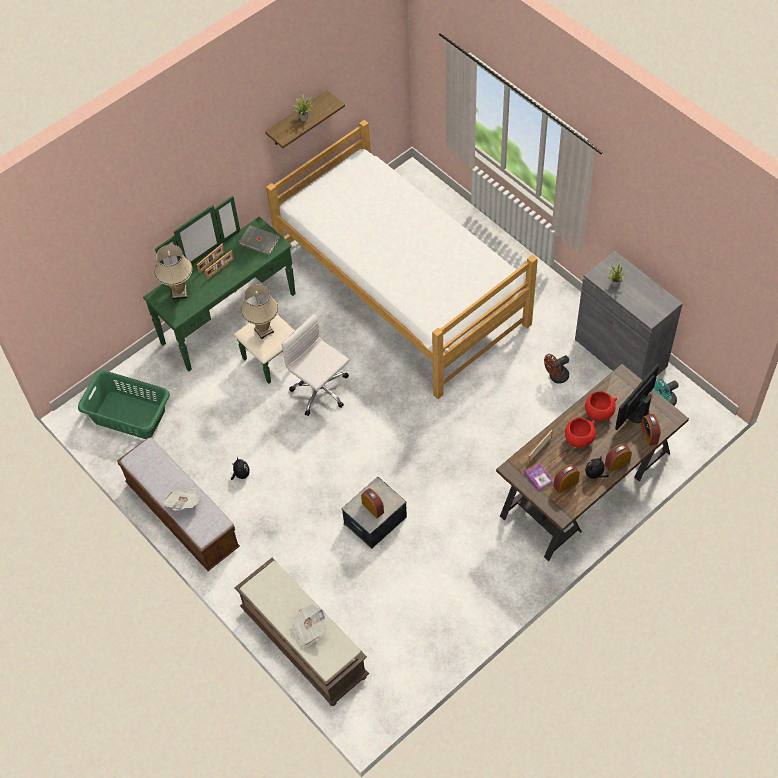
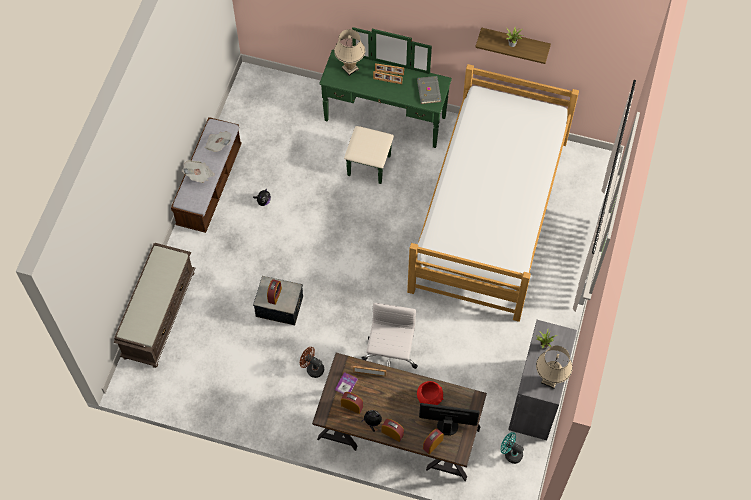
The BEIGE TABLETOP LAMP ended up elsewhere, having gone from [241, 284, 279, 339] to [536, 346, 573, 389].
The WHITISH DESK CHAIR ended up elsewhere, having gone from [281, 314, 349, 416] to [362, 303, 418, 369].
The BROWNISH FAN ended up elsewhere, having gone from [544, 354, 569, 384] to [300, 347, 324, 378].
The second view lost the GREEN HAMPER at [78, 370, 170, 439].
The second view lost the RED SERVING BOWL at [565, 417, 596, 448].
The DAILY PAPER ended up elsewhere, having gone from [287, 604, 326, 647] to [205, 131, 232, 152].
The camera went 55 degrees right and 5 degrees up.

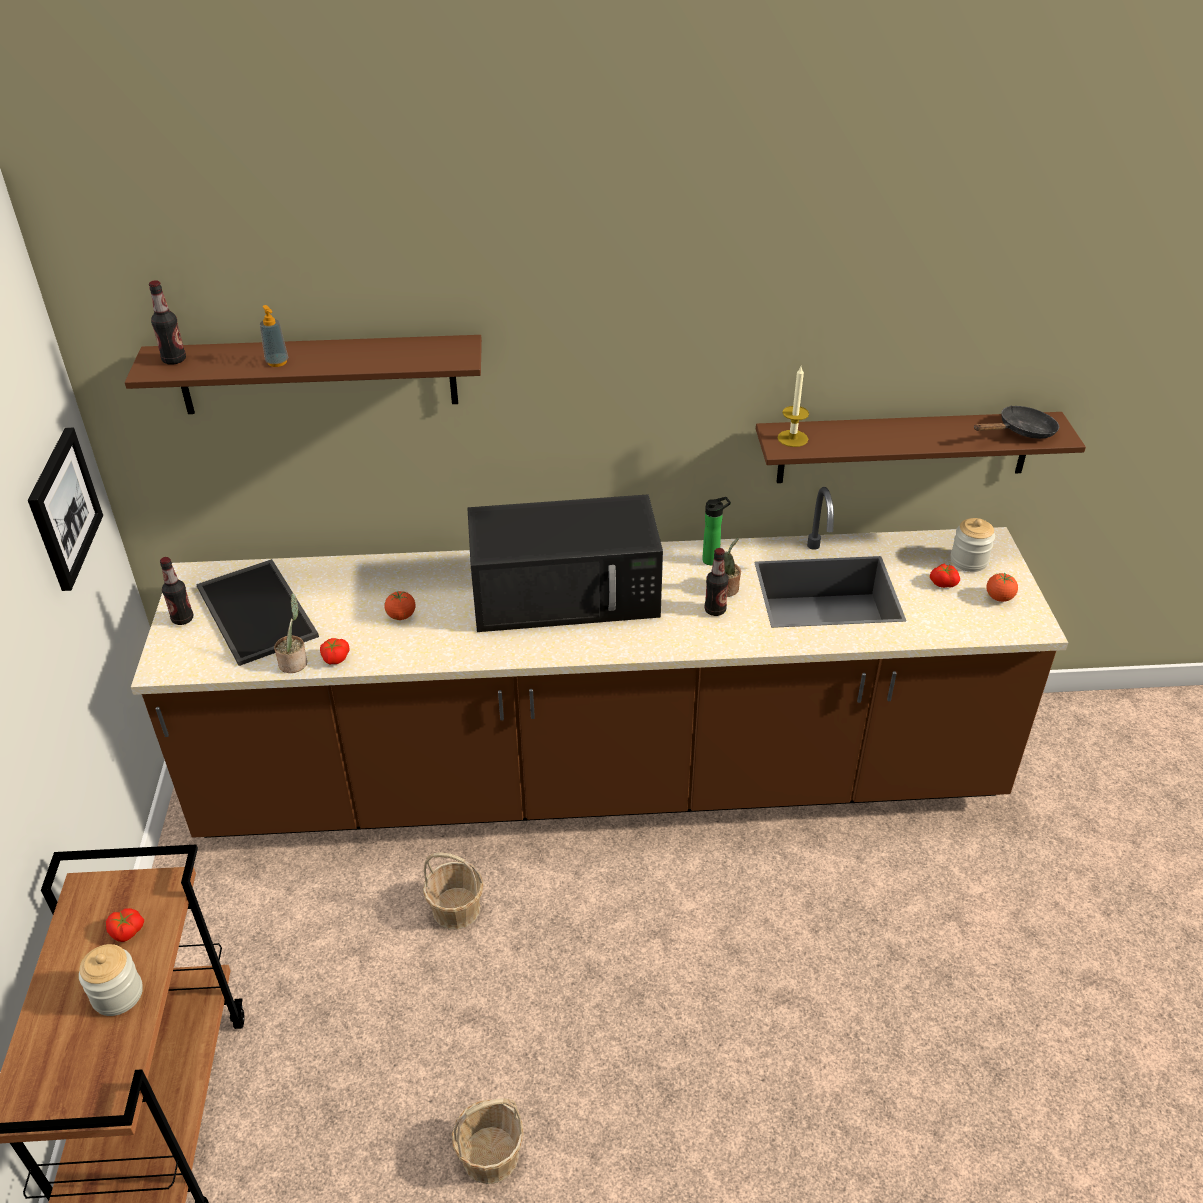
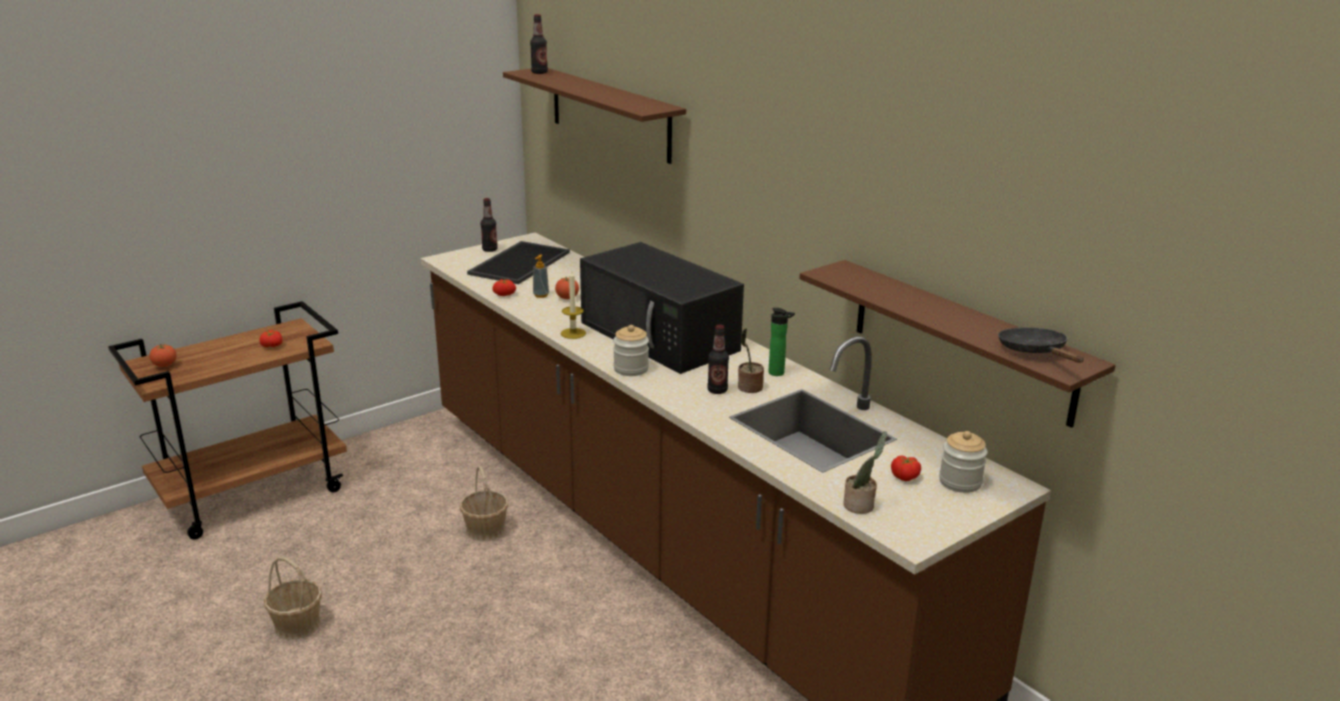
The LIQUID SOAP BOTTLE ended up elsewhere, having gone from [260, 305, 288, 367] to [533, 254, 549, 298].
The WAX LIGHT ended up elsewhere, having gone from [777, 367, 809, 447] to [561, 269, 586, 339].
The BLACK PAN at [974, 406, 1059, 439] ended up facing another way, 135 degrees counterclockwise from before.
The second view lost the WALL ART at [28, 428, 103, 591].
The TOMATO ended up elsewhere, having gone from [986, 573, 1018, 602] to [149, 344, 177, 367].
The PLANT IN A POT ended up elsewhere, having gone from [274, 593, 307, 673] to [843, 431, 887, 514].
The JAR ended up elsewhere, having gone from [79, 944, 143, 1016] to [613, 325, 649, 376].
The camera went 55 degrees right and 15 degrees down.

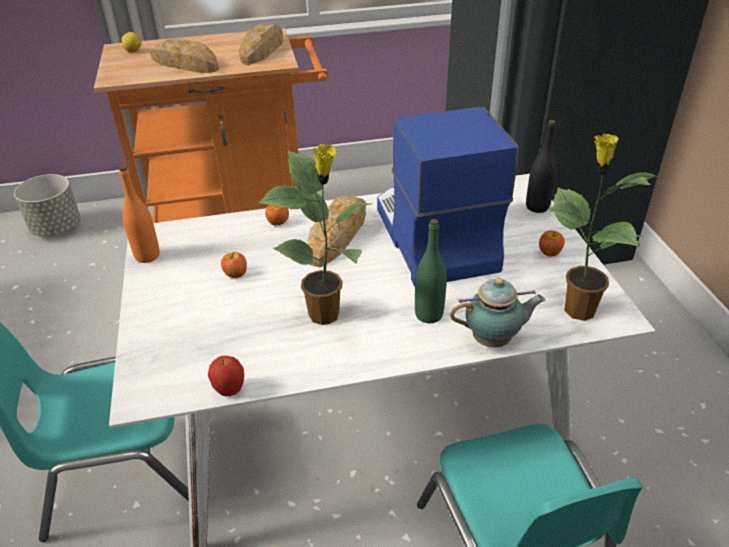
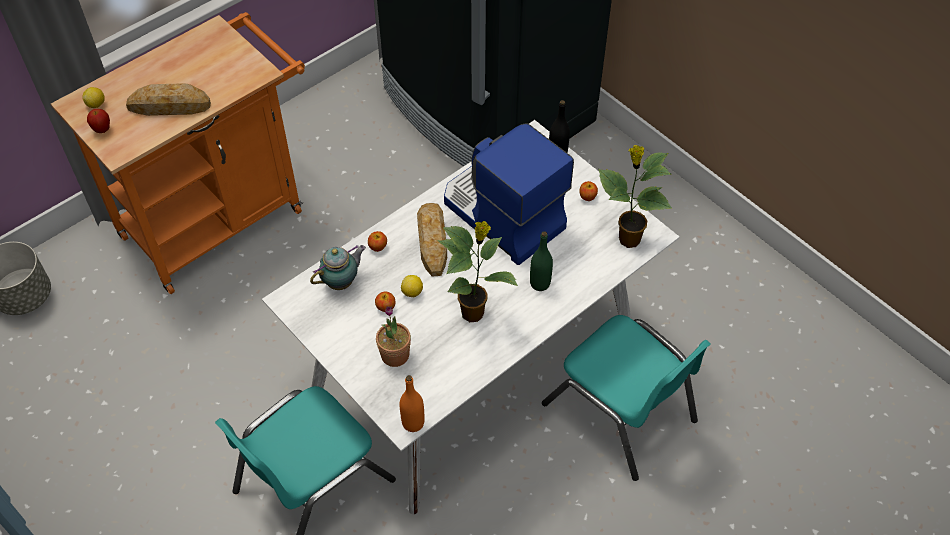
The second view lost the BREAD at [239, 23, 283, 65].
The ORANGE BEVERAGE BOTTLE ended up elsewhere, having gone from [119, 166, 160, 263] to [400, 375, 425, 432].
The TEA POT ended up elsewhere, having gone from [450, 278, 545, 347] to [310, 245, 366, 290].
The WHOLE APPLE ended up elsewhere, having gone from [208, 356, 244, 396] to [87, 109, 110, 133].
The second view gained the LEMON at [401, 275, 423, 297].
The second view gained the PLANT IN A POT at [376, 306, 411, 367].
The camera went 30 degrees left and 15 degrees up.

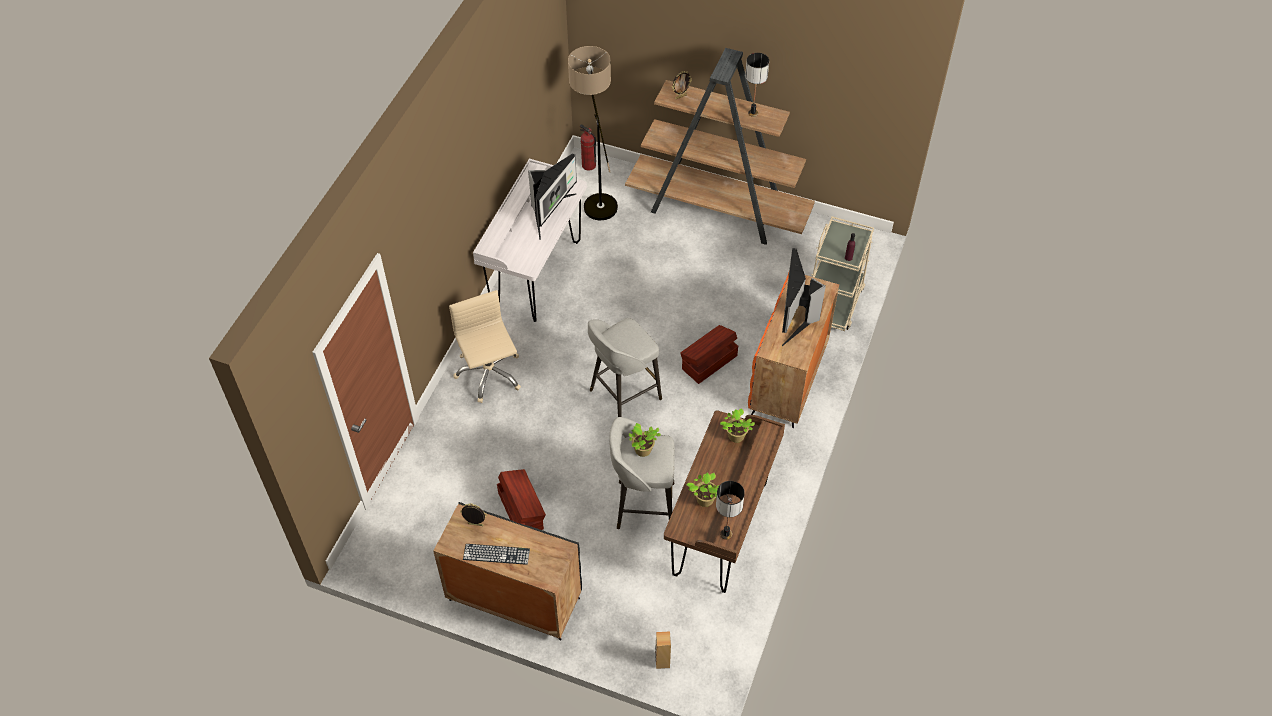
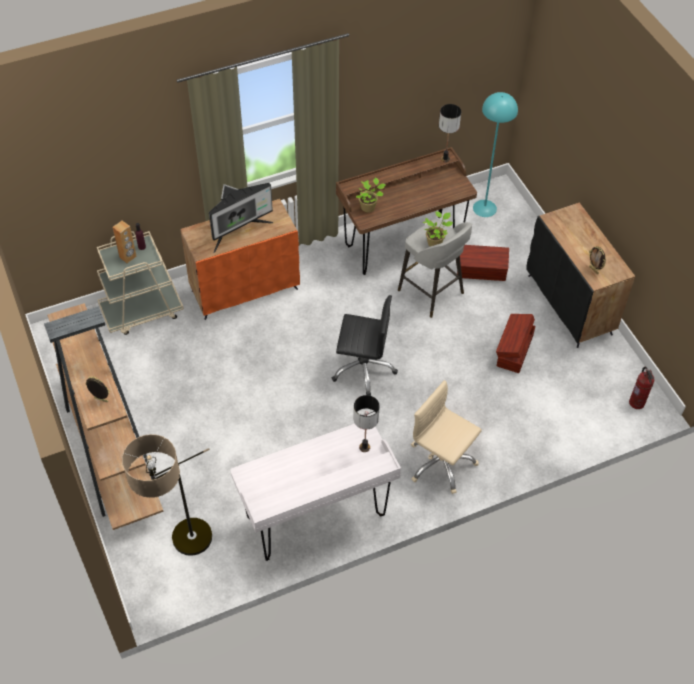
The TABLETOP LAMP ended up elsewhere, having gone from [745, 53, 769, 117] to [353, 395, 380, 452].
The FIRE-FIGHTING CYLINDER ended up elsewhere, having gone from [580, 124, 596, 171] to [629, 367, 654, 409].
The second view lost the COMPUTER DISPLAY at [528, 154, 577, 240].
The BEIGE DESK CHAIR at [449, 290, 521, 403] ended up facing another way, 105 degrees clockwise from before.
Where the GRAY STOOL stood at [588, 318, 662, 417], the BLACK DESK CHAIR came to stand at [331, 295, 398, 396].
The BROWNISH STORAGE BOX ended up elsewhere, having gone from [680, 325, 738, 384] to [457, 245, 509, 281].
The second view lost the PLANT IN A POT at [687, 473, 720, 507].
The second view lost the KEYBOARD at [463, 544, 530, 565].
The BROWNISH SPEAKER ended up elsewhere, having gone from [655, 631, 671, 669] to [112, 221, 137, 263].
The second view gained the BLUE-GREEN FLOOR LAMP at [473, 92, 518, 217].
The camera went 135 degrees left and 0 degrees up.

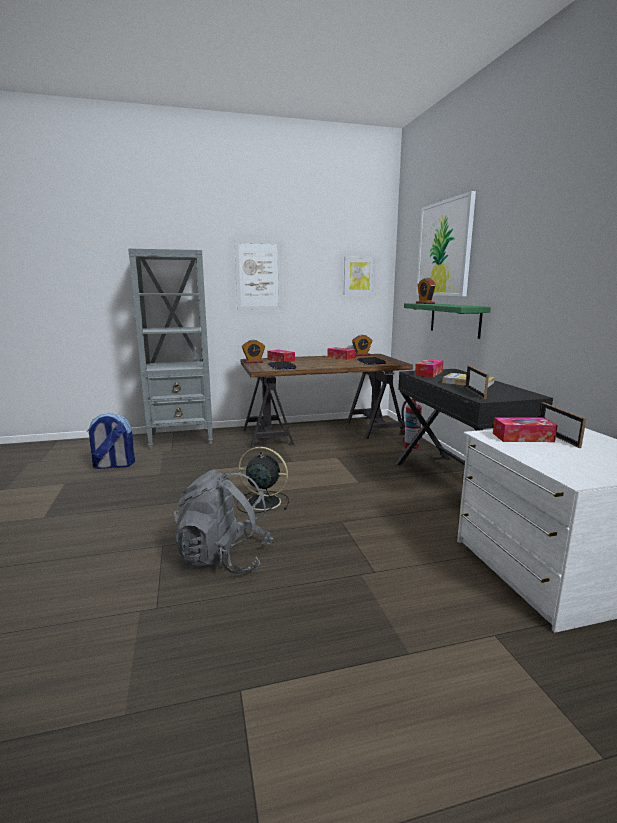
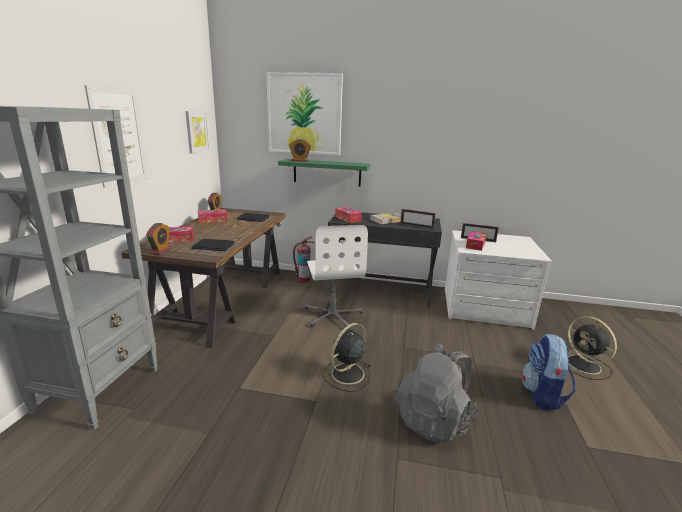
The RUCKSACK ended up elsewhere, having gone from [87, 413, 135, 469] to [521, 334, 576, 410].
The second view gained the WHITISH DESK CHAIR at [305, 225, 368, 330].
The second view gained the BLACK FAN at [568, 316, 617, 380].
The camera went 65 degrees left and 5 degrees up.

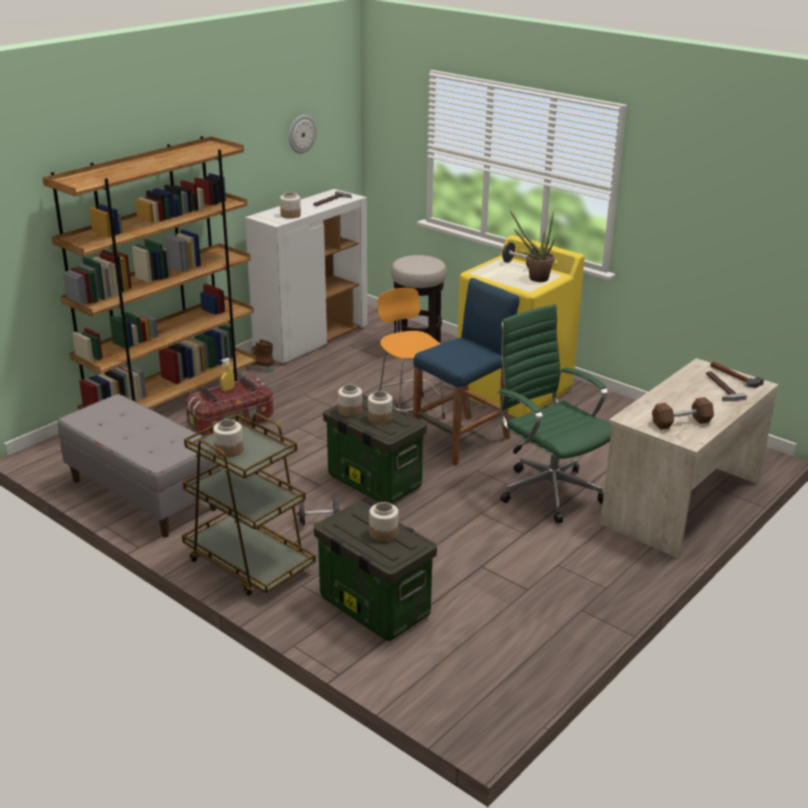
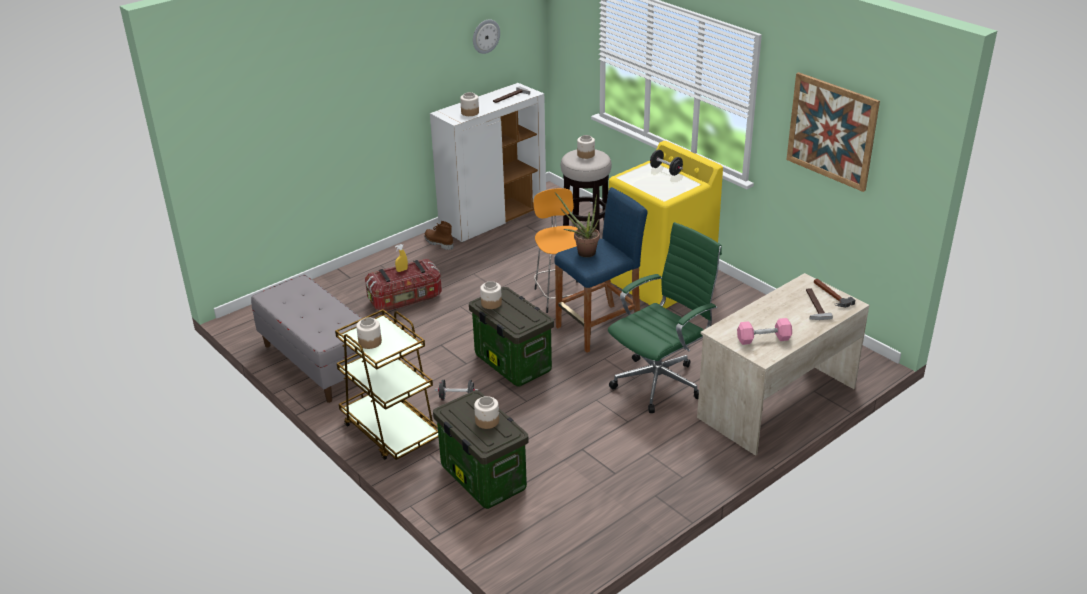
The second view lost the BROWNISH BOOKSHELF at [42, 136, 257, 410].
The PLANT IN A POT ended up elsewhere, having gone from [510, 210, 555, 282] to [555, 192, 600, 257].
The GREEN DESK CHAIR at [497, 304, 612, 523] ended up facing another way, 75 degrees clockwise from before.
The JAR ended up elsewhere, having gone from [368, 391, 392, 424] to [577, 135, 595, 159].
What was the BROWNISH DUMBBELL at [652, 397, 714, 430] turned into the PINK-COLOURED DUMBBELL at [737, 318, 792, 345].
The second view gained the WALL ART at [786, 72, 880, 192].
The camera went 10 degrees right and 5 degrees up.

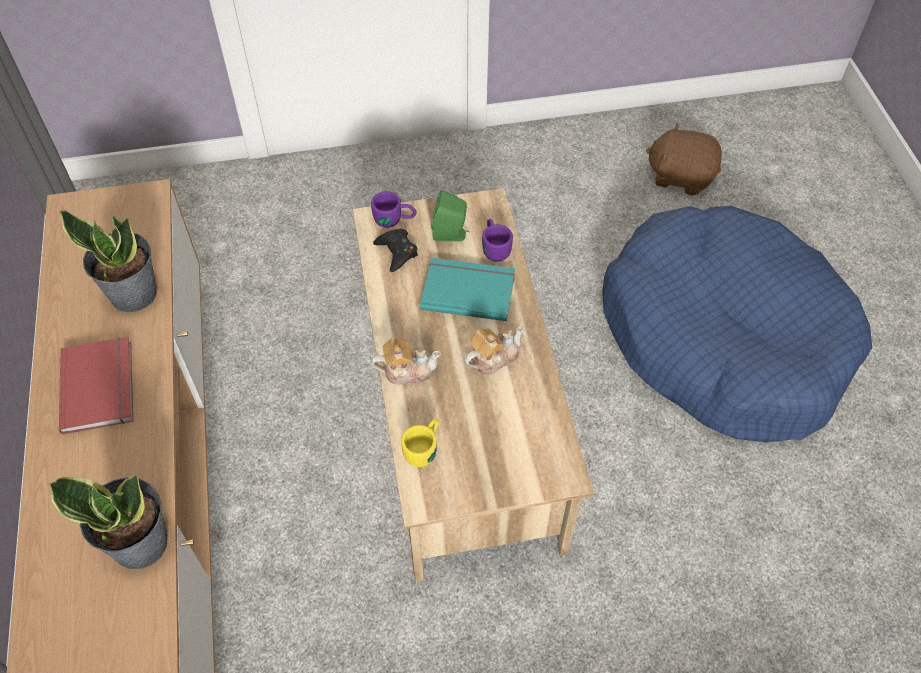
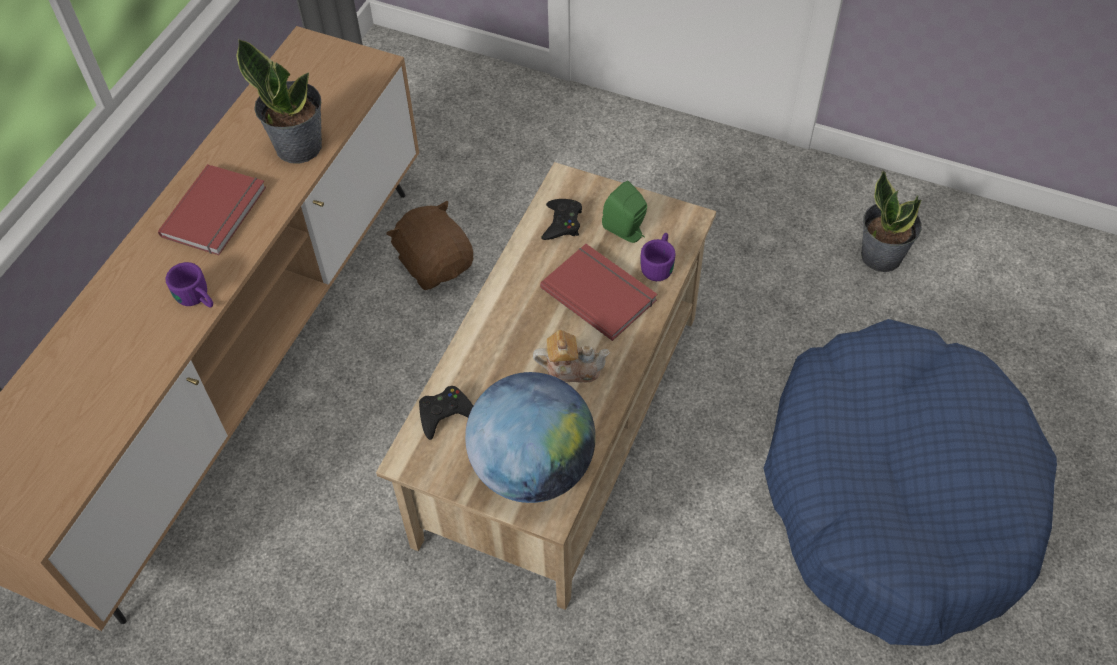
The BROWNISH SOFT TOY ended up elsewhere, having gone from [646, 122, 722, 196] to [386, 201, 473, 290].
The PURPLISH MUG ended up elsewhere, having gone from [371, 191, 417, 228] to [166, 262, 213, 308].
What was the BLUE-GREEN BOOK at [420, 258, 515, 321] turned into the RED BOOK at [540, 244, 658, 341].
The second view lost the TEA POT at [371, 337, 442, 384].
Where the YELLOW-COLOURED MUG stood at [401, 418, 439, 467], the BLACK GAME CONTROLLER came to stand at [419, 386, 473, 440].
The PLANT IN A POT ended up elsewhere, having gone from [49, 474, 168, 569] to [861, 171, 922, 272].
The second view gained the GLOBE at [465, 372, 596, 503].
The camera went 35 degrees right and 0 degrees up.

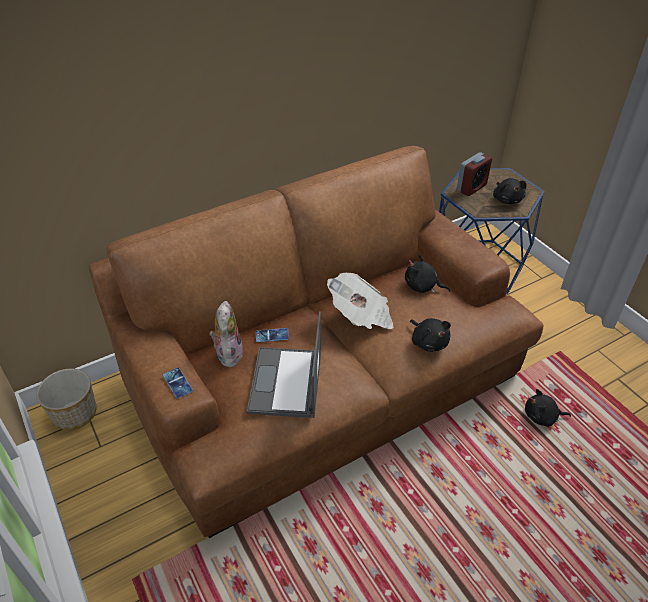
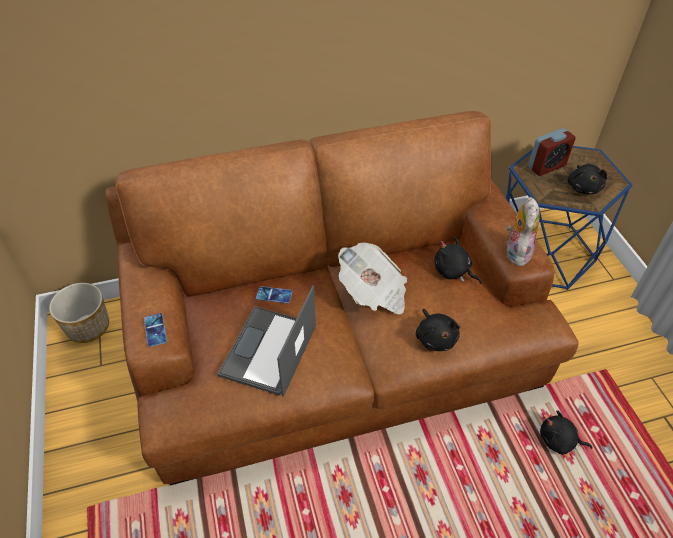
The SOFT TOY ended up elsewhere, having gone from [209, 301, 243, 367] to [507, 197, 540, 266].
The camera went 15 degrees right and 5 degrees up.

